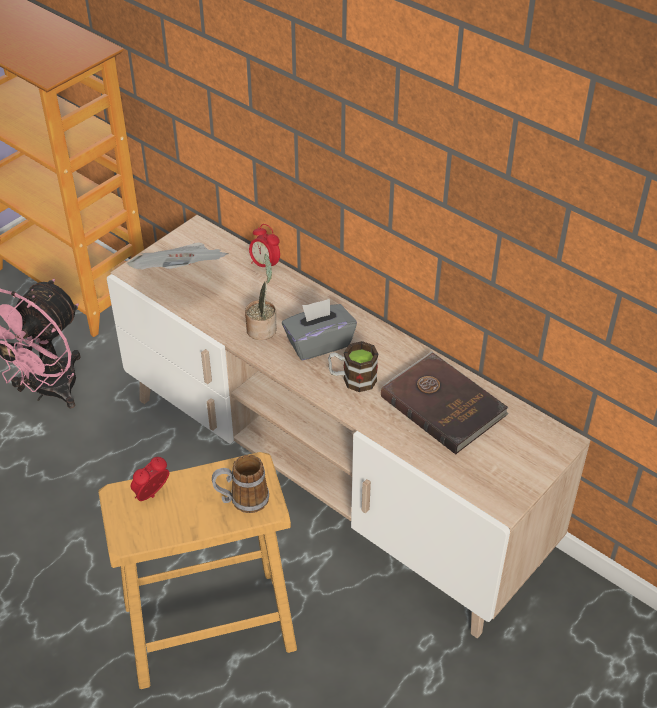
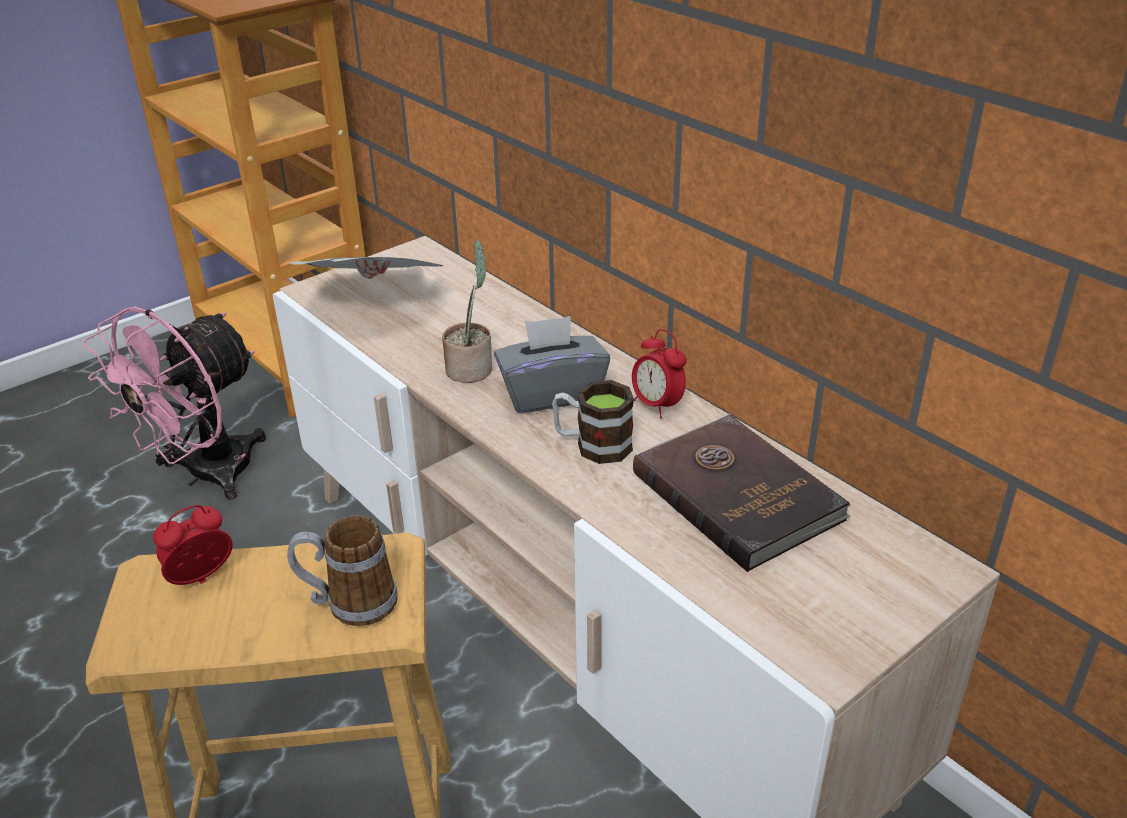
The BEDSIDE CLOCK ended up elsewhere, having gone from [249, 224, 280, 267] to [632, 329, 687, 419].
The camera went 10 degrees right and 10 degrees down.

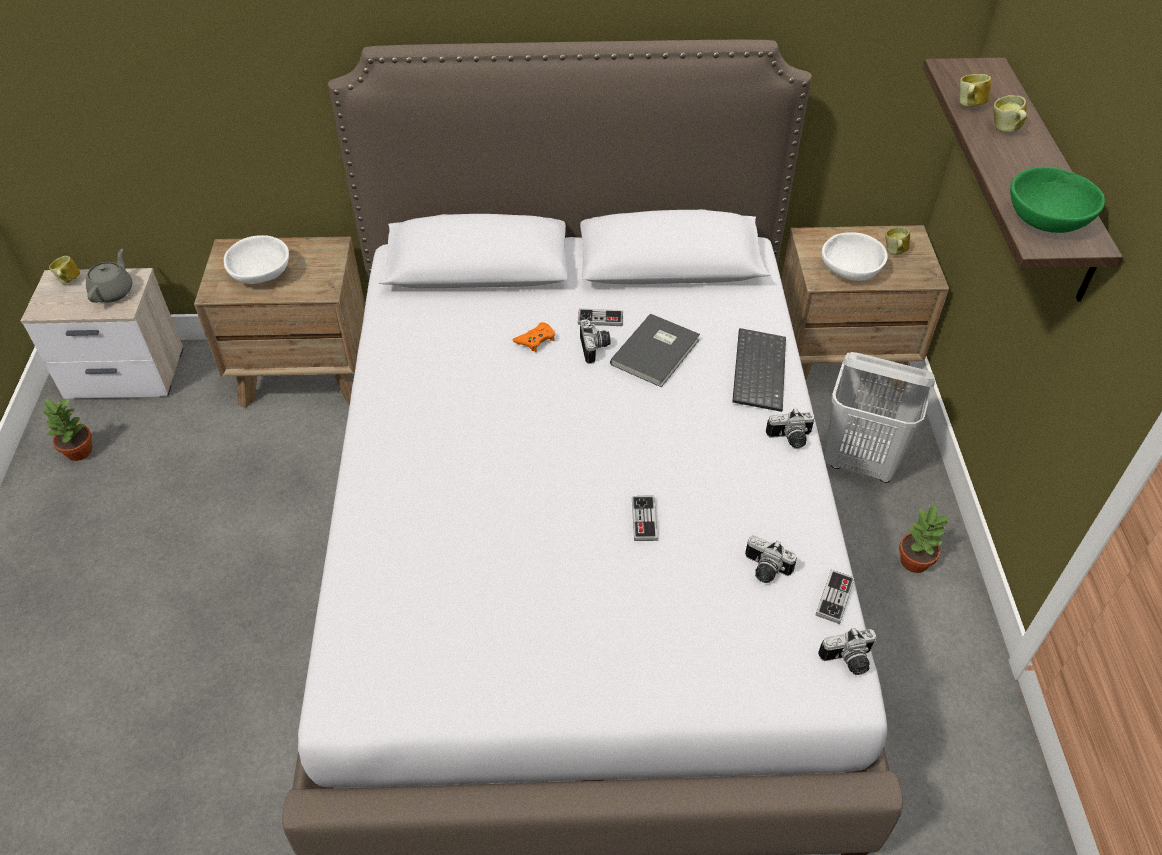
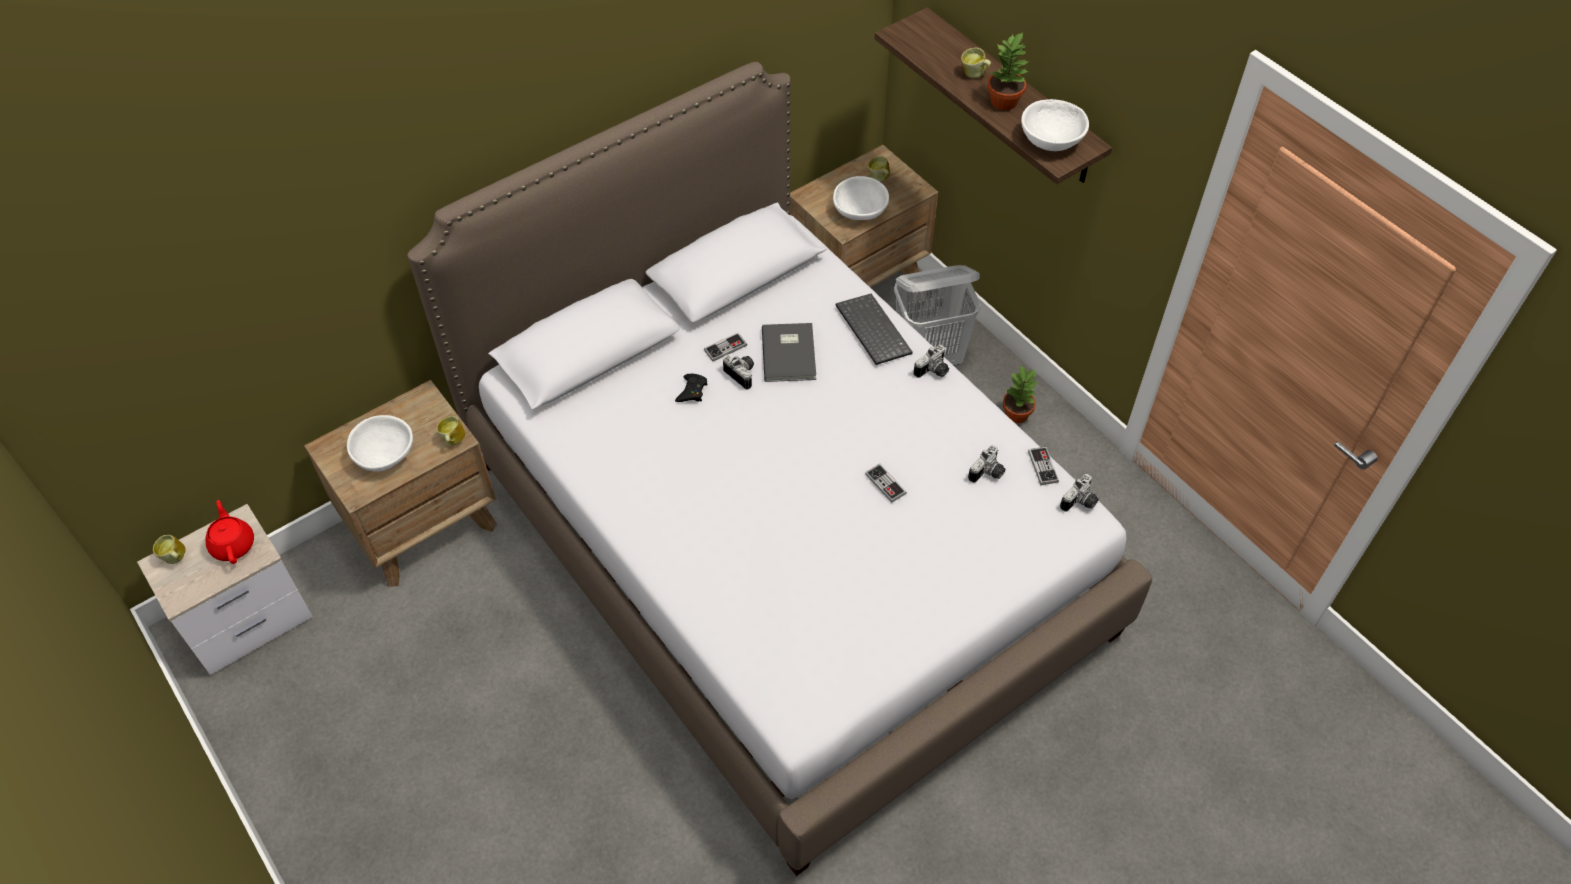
The MUG ended up elsewhere, having gone from [960, 74, 991, 106] to [437, 416, 465, 446].
What was the GREEN SERVING BOWL at [1010, 167, 1105, 233] turned into the WHITISH SERVING BOWL at [1021, 99, 1089, 151].
What was the GRAY TEA POT at [86, 249, 133, 303] turned into the RED TEA POT at [206, 500, 254, 564].
What was the ORANGE GAME CONTROLLER at [513, 322, 555, 352] turned into the BLACK GAME CONTROLLER at [675, 374, 708, 402].
The PLANT IN A POT ended up elsewhere, having gone from [42, 399, 92, 461] to [988, 32, 1030, 110].
The PHOTO CAMERA at [745, 535, 797, 583] ended up facing another way, 45 degrees counterclockwise from before.
The camera went 35 degrees left and 5 degrees up.

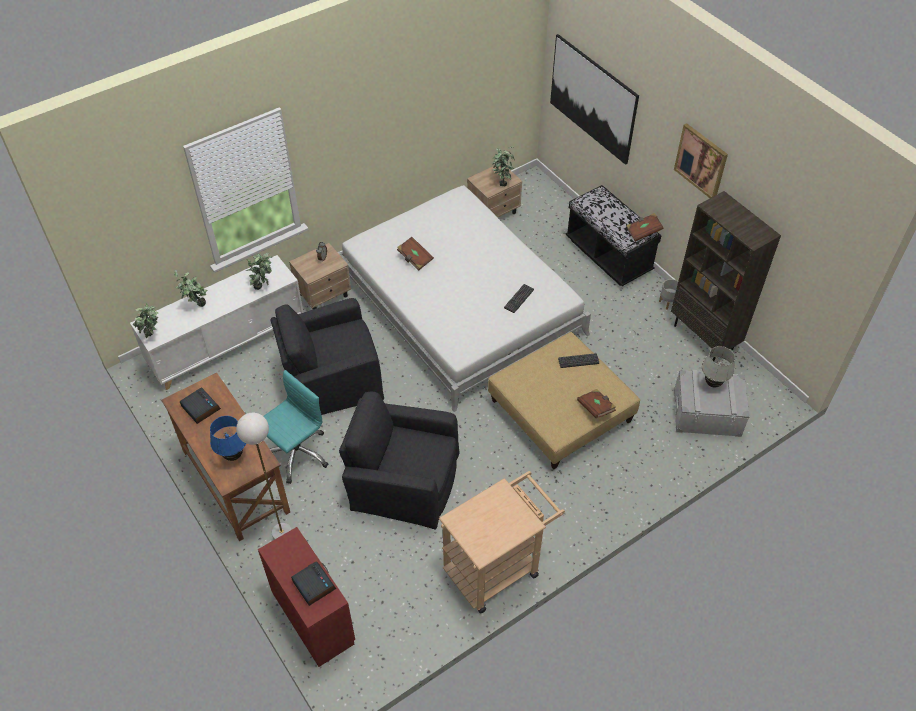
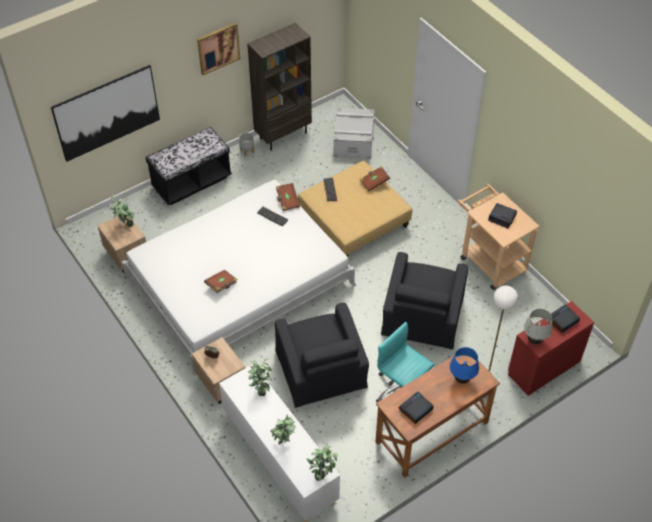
The BROWNISH BOOK ended up elsewhere, having gone from [626, 213, 664, 241] to [276, 183, 300, 211].
The WHITISH TABLETOP LAMP ended up elsewhere, having gone from [702, 346, 735, 388] to [524, 309, 553, 344].
The second view gained the BEDSIDE CLOCK at [488, 203, 517, 228].
The camera went 90 degrees left and 0 degrees up.

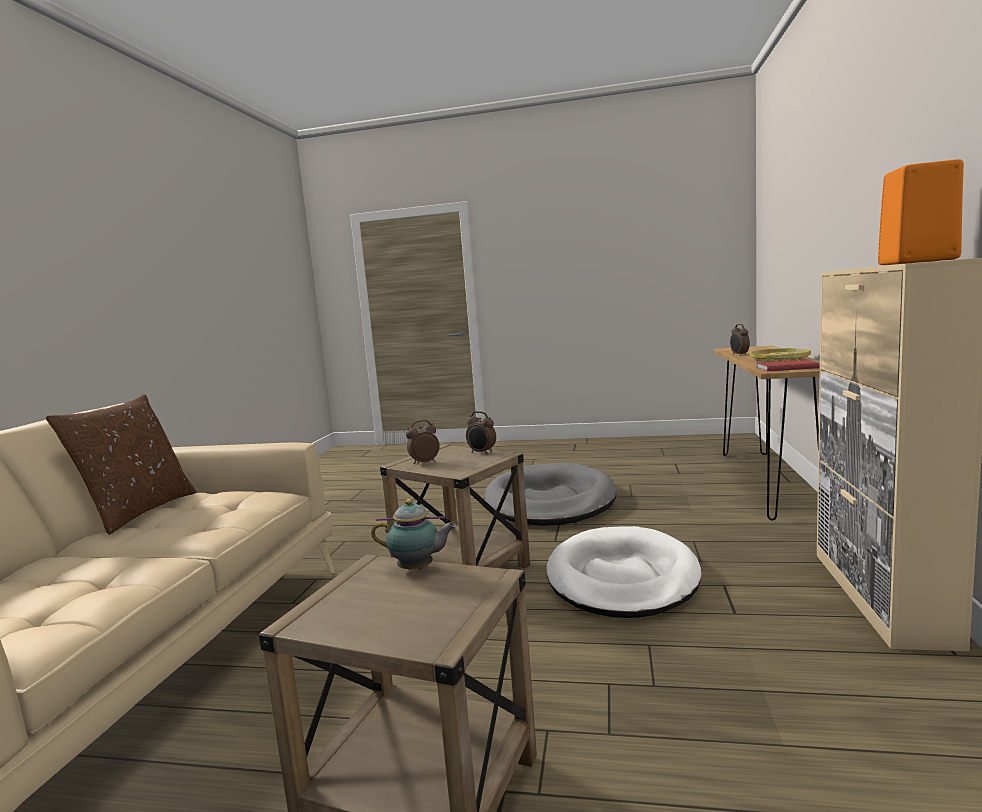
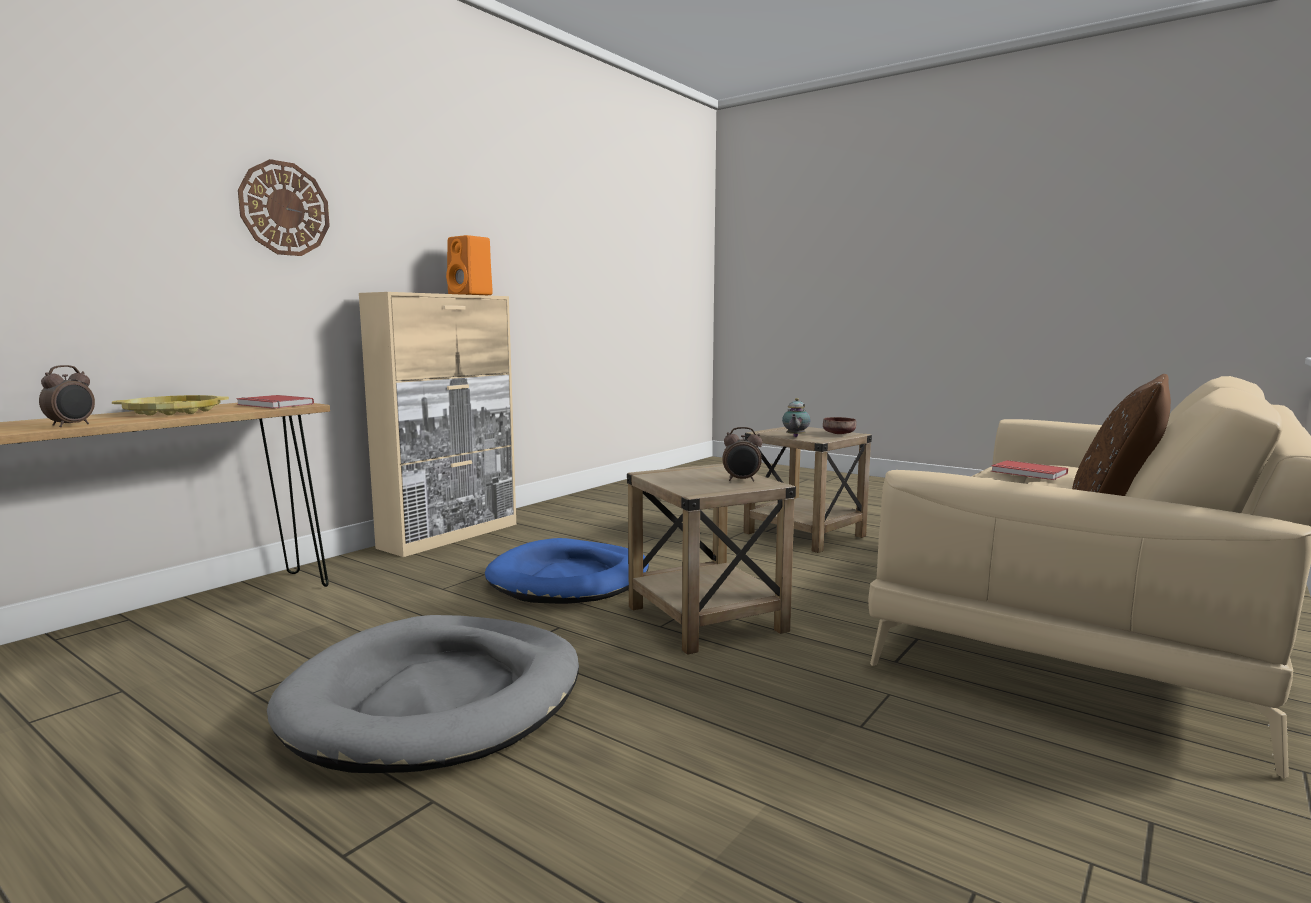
The second view lost the BEDSIDE CLOCK at [466, 411, 496, 454].
The TEA POT at [371, 499, 456, 570] ended up facing another way, 105 degrees counterclockwise from before.
What was the WHITISH DOG CUSHION at [546, 526, 701, 618] turned into the BLUE DOG CUSHION at [485, 538, 649, 604].
The second view gained the CLOCK ON THE WALL at [238, 159, 330, 256].
The second view gained the BROWNISH SERVING BOWL at [823, 417, 856, 434].
The second view gained the RED BOOK at [991, 460, 1068, 480].
The camera went 155 degrees left and 0 degrees up.

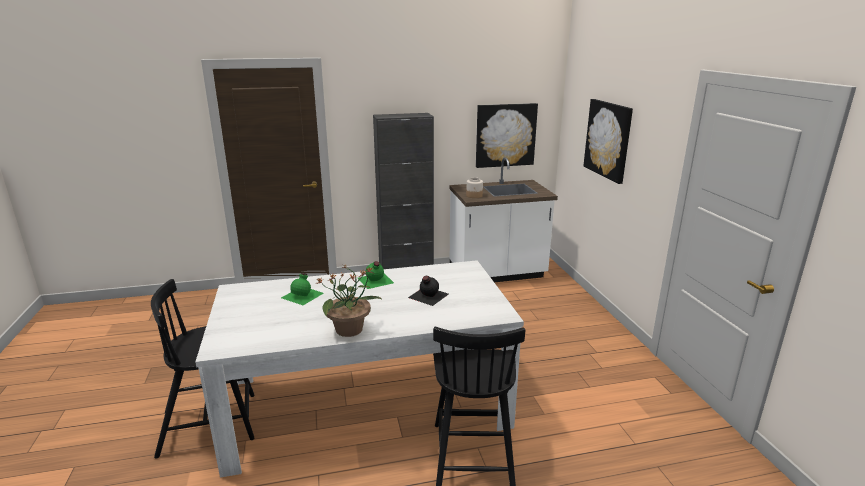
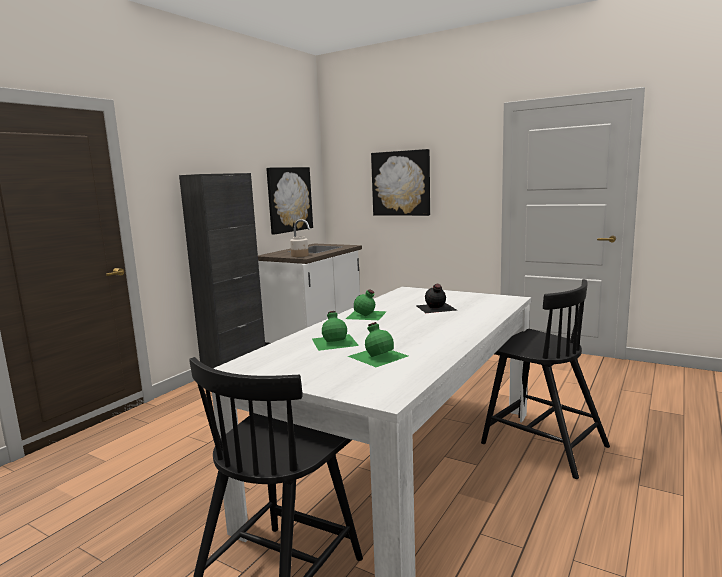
The second view lost the PLANT IN A POT at [316, 265, 383, 337].
The second view gained the GREEN BEVERAGE BOTTLE at [348, 322, 408, 367].
The camera went 45 degrees left and 10 degrees down.

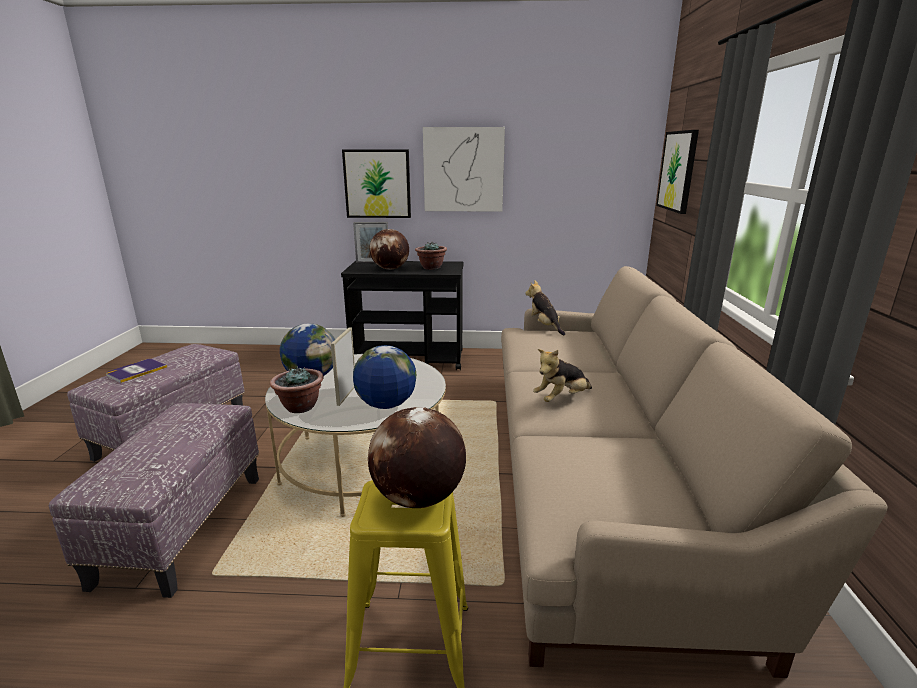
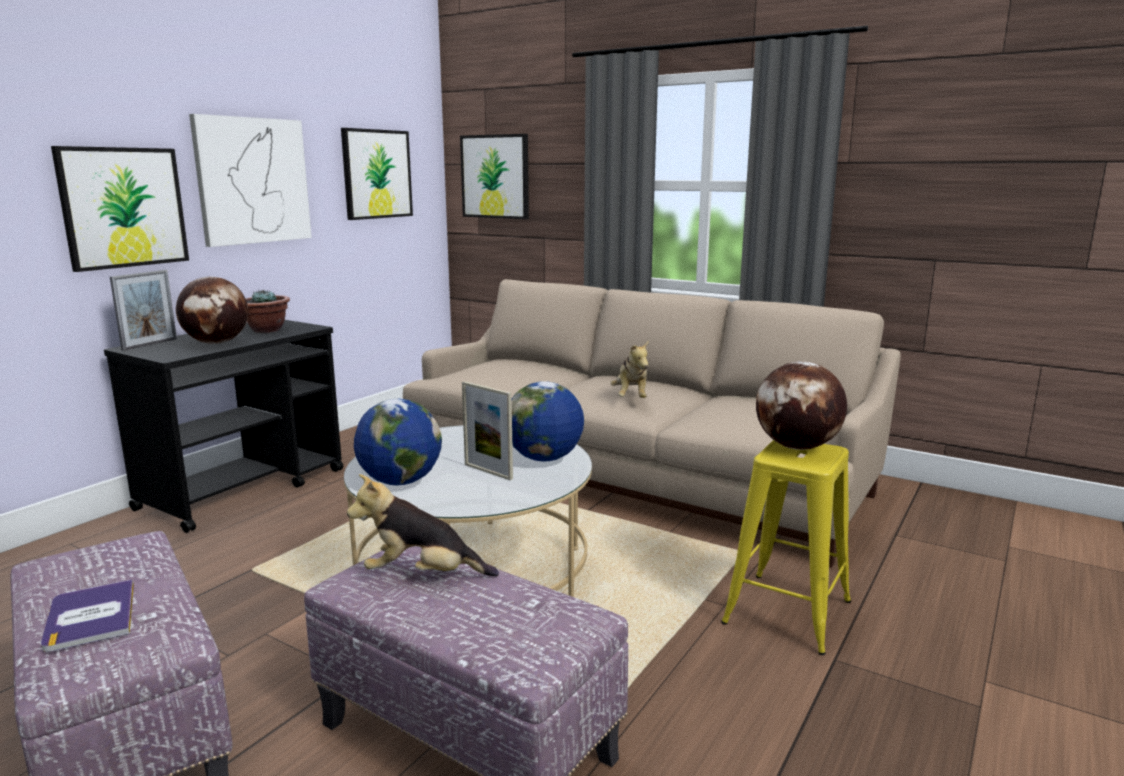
The SOFT TOY ended up elsewhere, having gone from [525, 280, 565, 336] to [347, 474, 499, 576].
The second view lost the PLANT IN A POT at [270, 366, 324, 413].
The second view gained the WALL ART at [341, 128, 413, 220].
The camera went 60 degrees left and 5 degrees down.

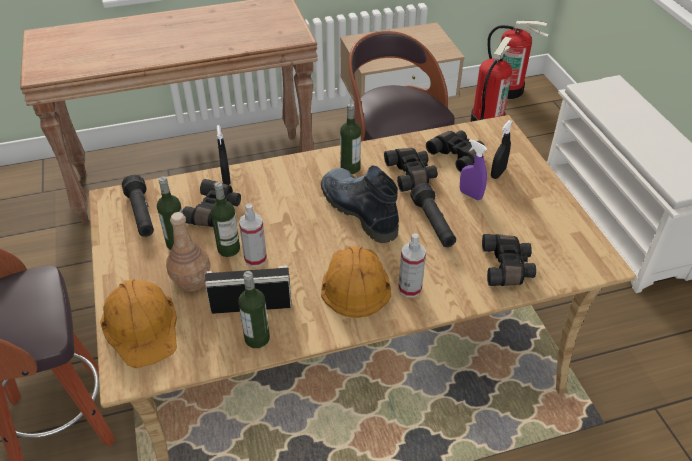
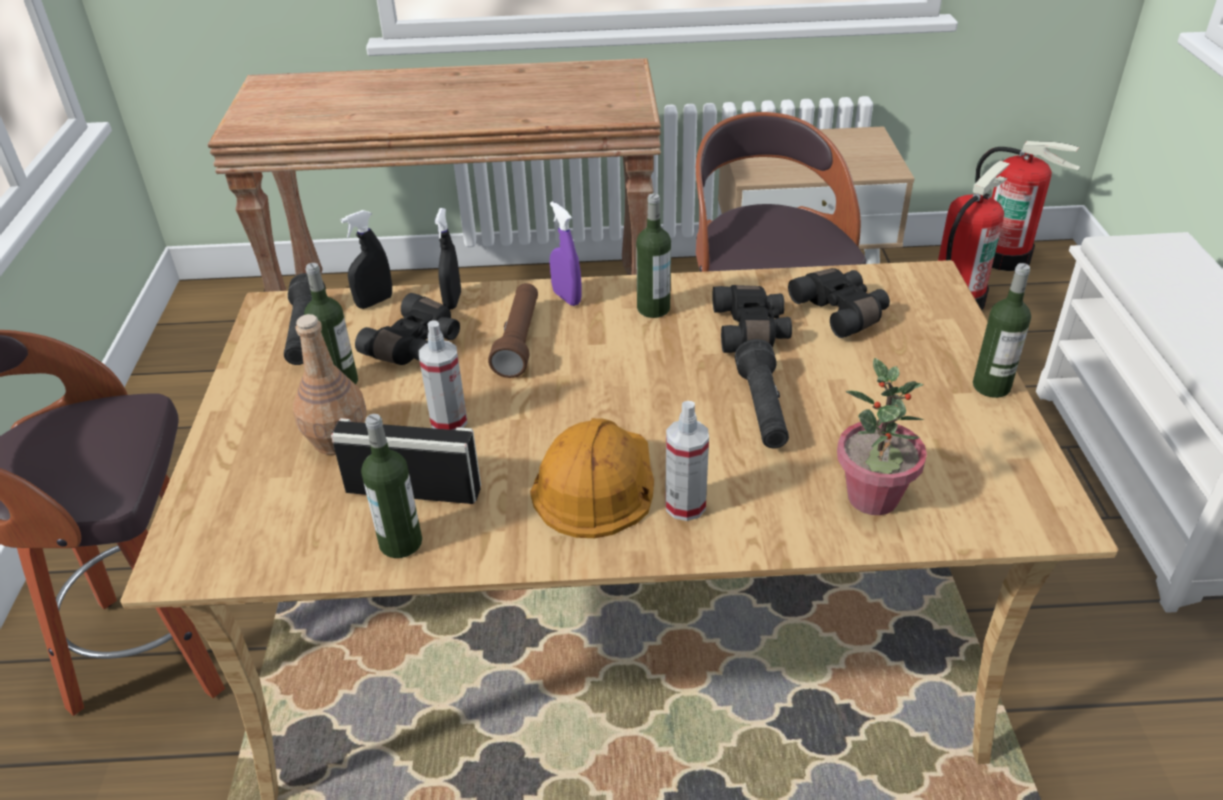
The BLACK SPRAYER ended up elsewhere, having gone from [491, 120, 513, 179] to [341, 210, 392, 309].
The PURPLISH SPRAYER ended up elsewhere, having gone from [460, 139, 487, 200] to [550, 202, 582, 306].
The second view lost the BOOT at [321, 165, 399, 243].
The BEVERAGE BOTTLE ended up elsewhere, having gone from [211, 182, 240, 257] to [973, 263, 1031, 398].
Where the BLACK BINOCULARS stood at [482, 234, 536, 286], the PLANT IN A POT came to stand at [837, 358, 927, 515].
The second view lost the ORANGE HARD HAT at [100, 279, 177, 368].
The second view gained the BROWNISH TORCH at [488, 283, 538, 378].
The camera went 15 degrees right and 5 degrees down.

